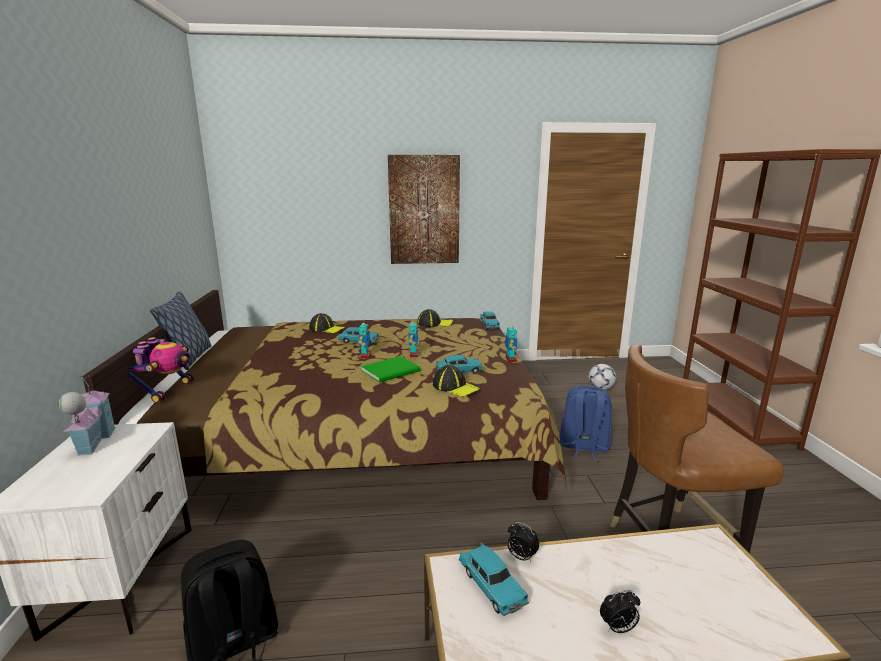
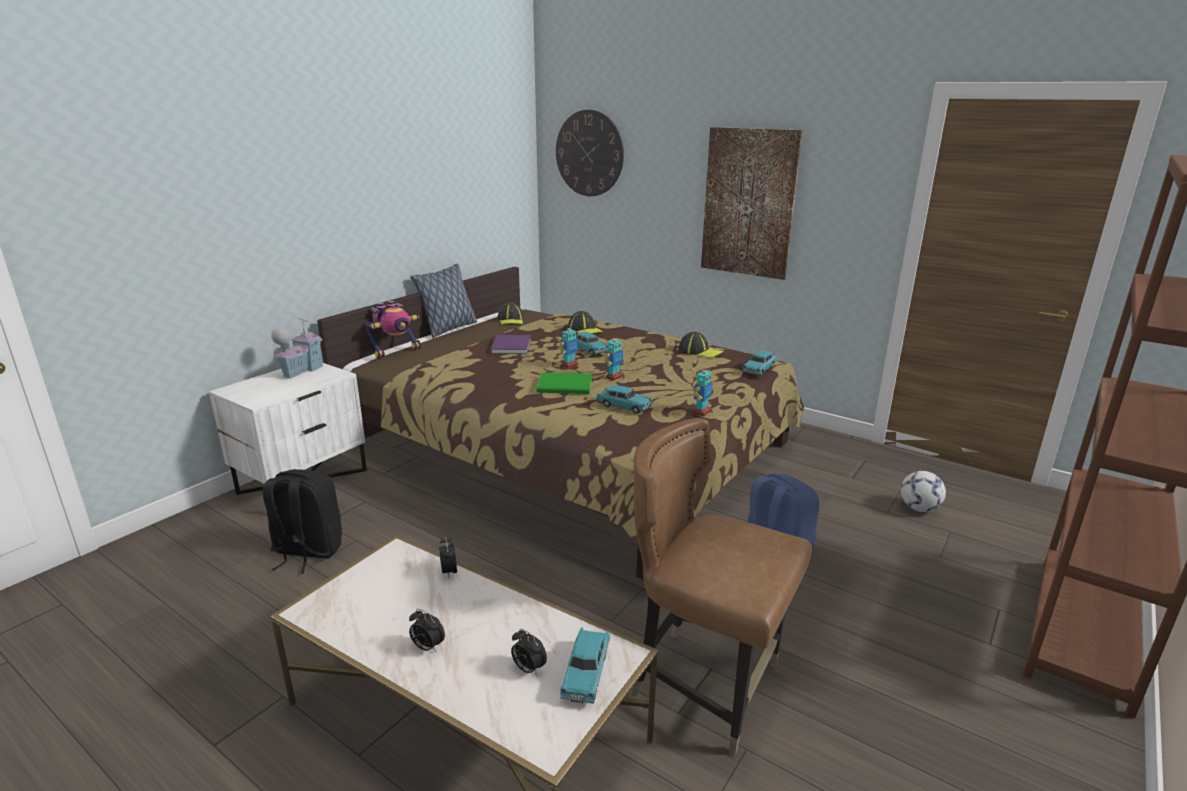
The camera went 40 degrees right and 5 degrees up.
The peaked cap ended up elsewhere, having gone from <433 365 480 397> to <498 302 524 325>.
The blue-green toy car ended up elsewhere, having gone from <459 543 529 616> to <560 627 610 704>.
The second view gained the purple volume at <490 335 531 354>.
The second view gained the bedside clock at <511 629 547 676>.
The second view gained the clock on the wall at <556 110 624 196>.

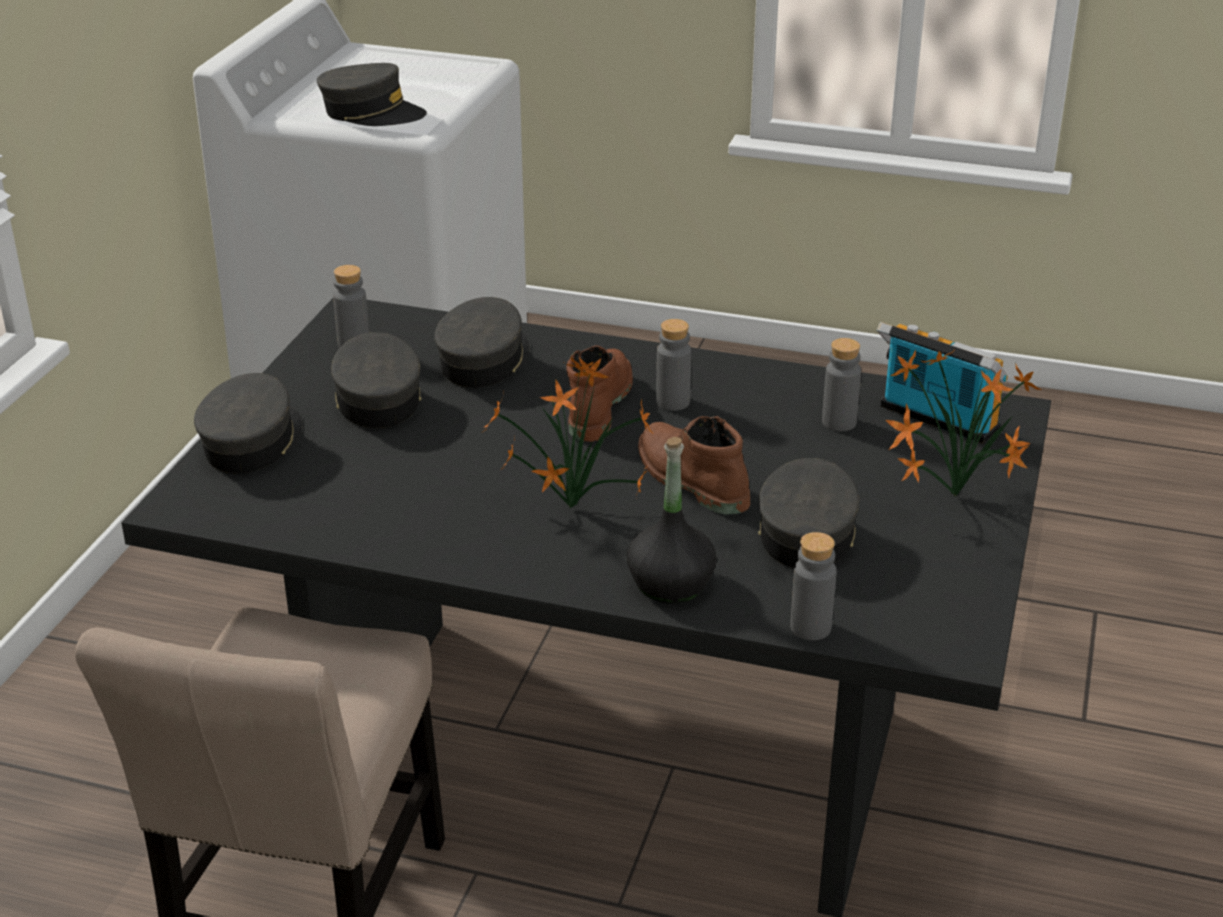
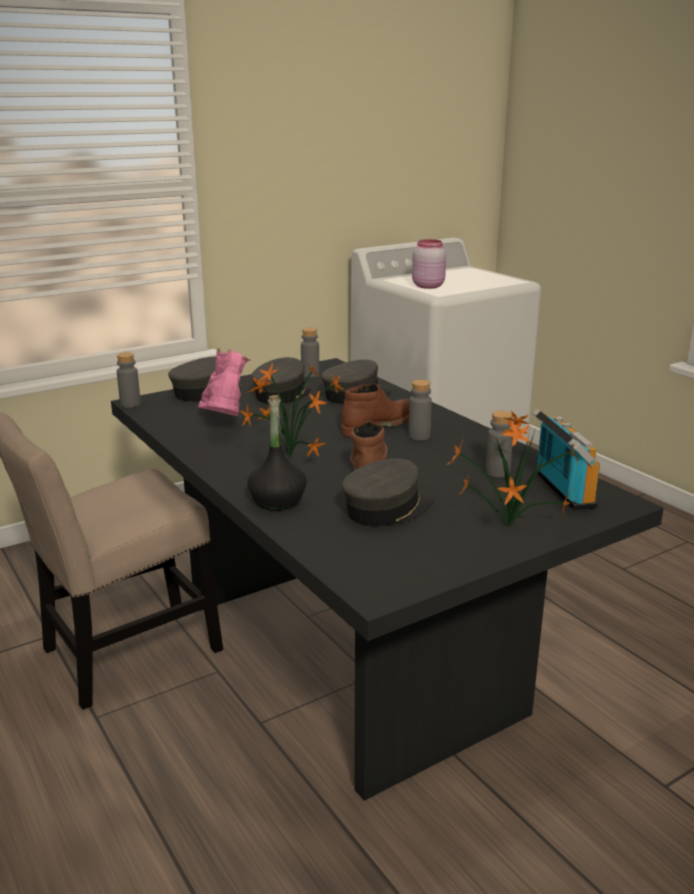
The camera went 40 degrees right and 10 degrees down.
Where the greyish peaked cap stood at <317 63 427 126>, the pinkish storage jar came to stand at <412 239 446 289>.
The greyish beverage bottle ended up elsewhere, having gone from <790 532 837 640> to <117 353 141 408>.
The second view gained the pinkish high-top boot at <198 348 250 416>.

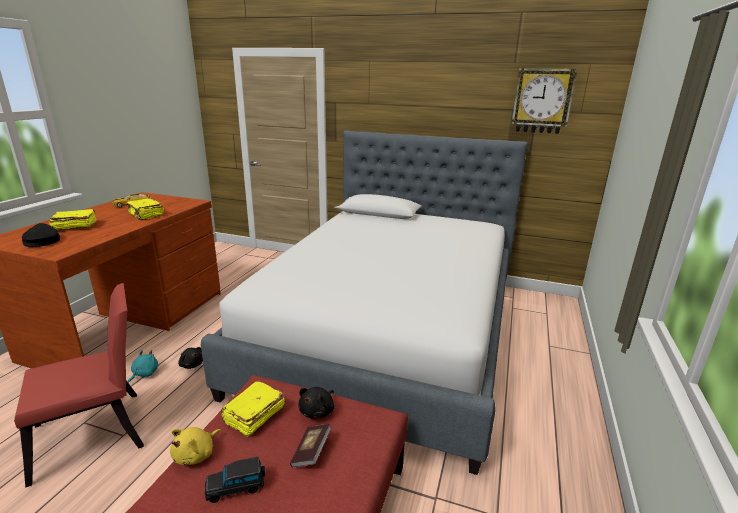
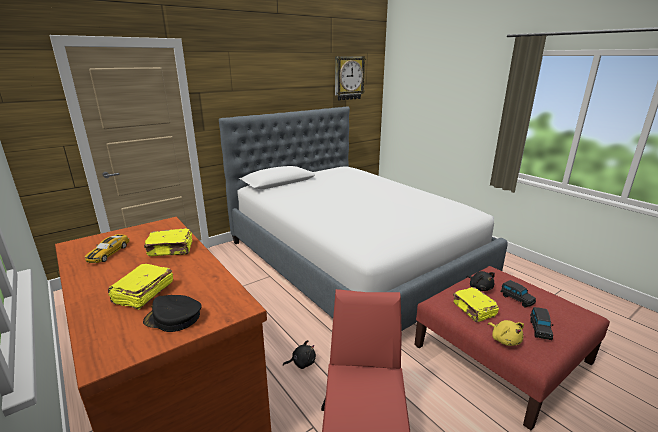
The camera went 55 degrees left and 0 degrees up.
The second view lost the blue-green plush toy at <127 350 158 383>.
Where the volume stood at <290 424 332 467>, the black toy car came to stand at <501 280 536 308>.

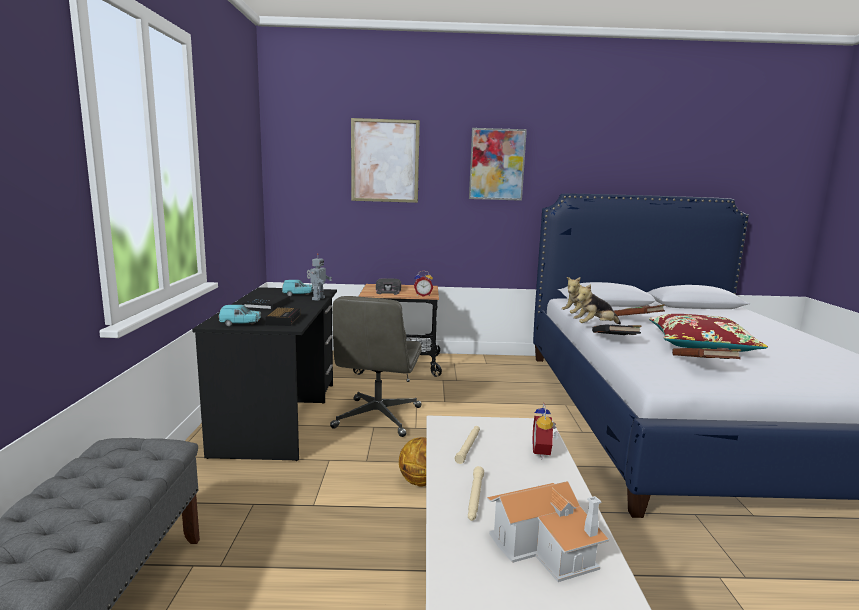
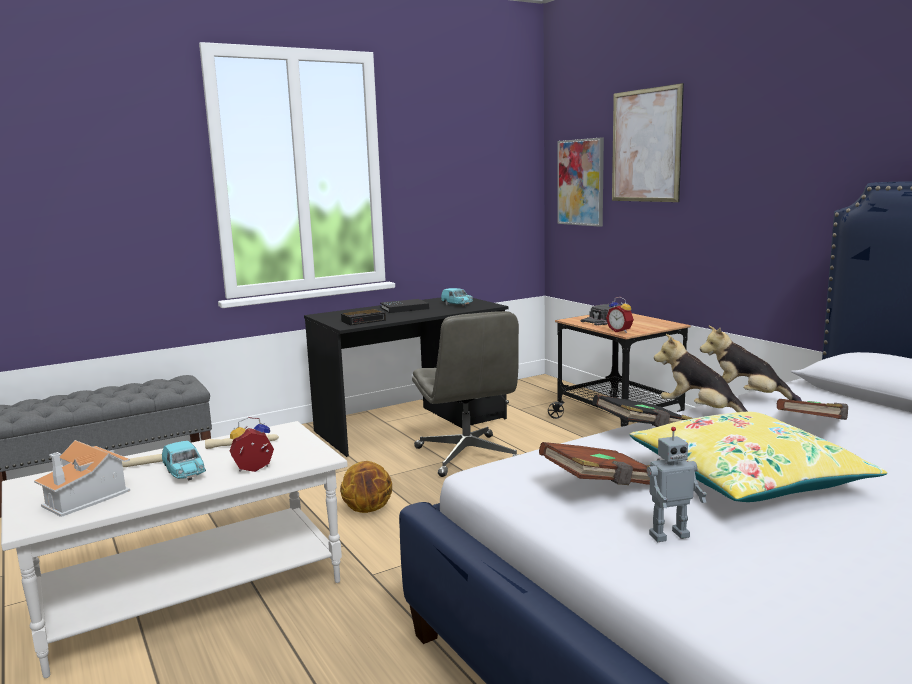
The camera went 60 degrees right and 0 degrees up.
The blue-green toy car ended up elsewhere, having gone from <218 305 261 326> to <162 441 206 480>.
The robot figure ended up elsewhere, having gone from <307 253 332 301> to <647 427 707 542>.
The greyish desk chair at <330 296 422 437> ended up facing another way, 90 degrees counterclockwise from before.
The wall picture ended up elsewhere, having gone from <469 128 527 201> to <557 137 604 227>.
What was the red throw pillow at <649 314 768 352> turned into the yellow-coloured throw pillow at <630 412 887 502>.

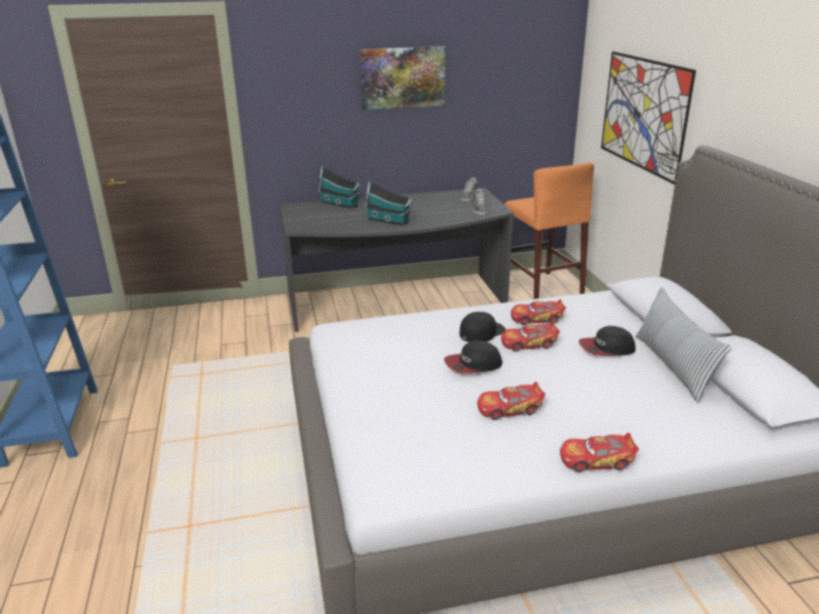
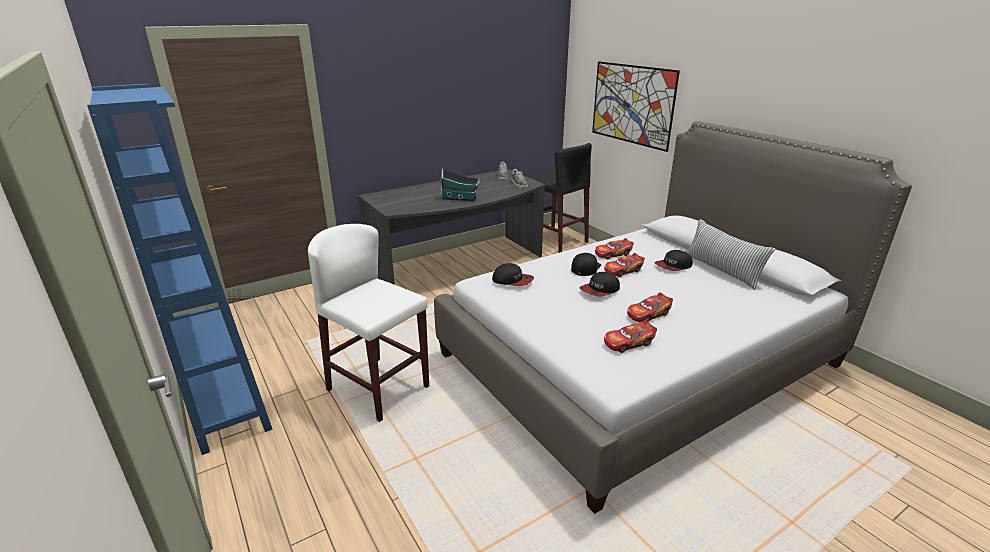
The camera went 20 degrees left and 0 degrees up.
The second view lost the model house at <318 167 360 209>.
The second view lost the wall picture at <360 46 446 110>.
What was the orangey sitting stool at <504 162 594 299> turned into the black sitting stool at <528 143 592 253>.
The toy car ended up elsewhere, having gone from <560 432 639 472> to <604 320 657 353>.
The second view gained the whitish sitting stool at <308 224 429 422>.
The second view gained the peaked cap at <492 263 534 286>.

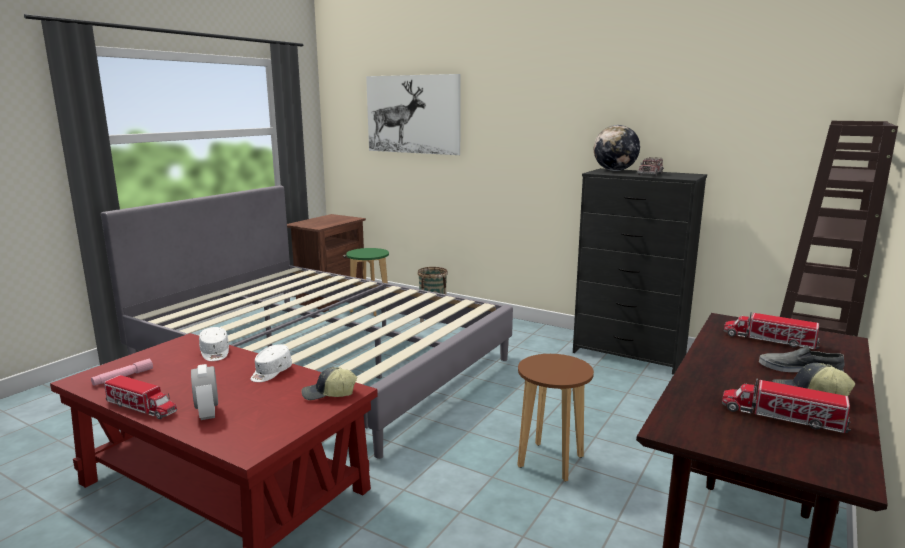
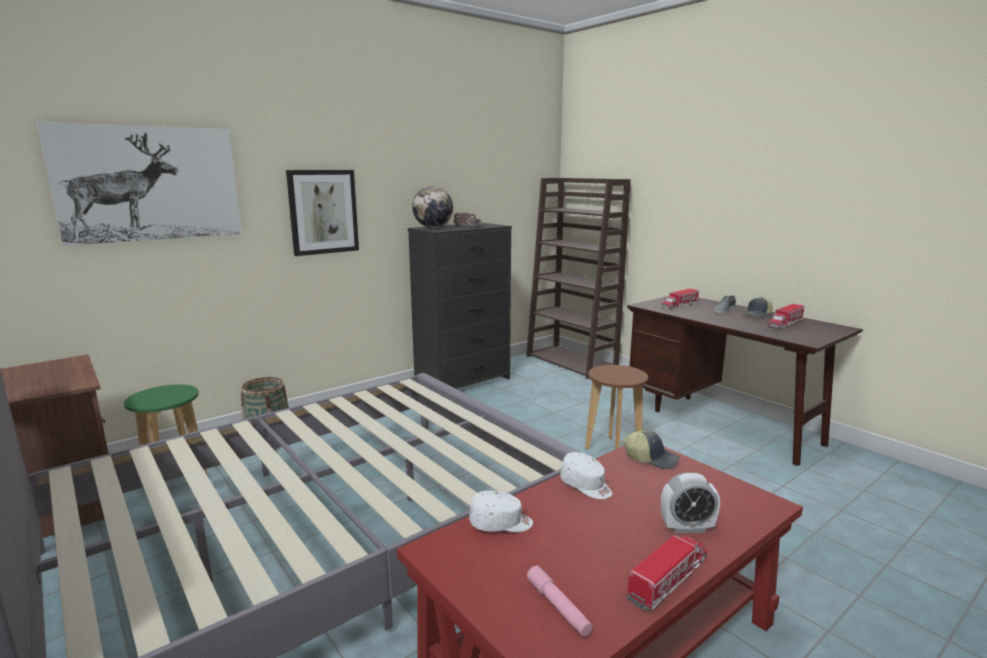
The camera went 70 degrees left and 0 degrees up.
The peaked cap at <302 367 357 400> ended up facing another way, 75 degrees counterclockwise from before.
The second view gained the wall picture at <286 170 359 256>.

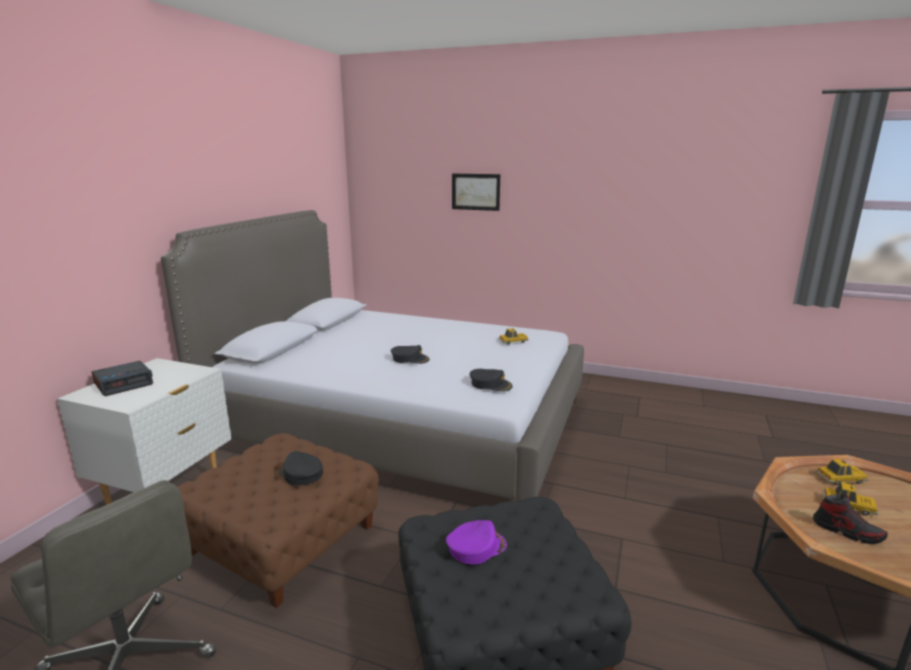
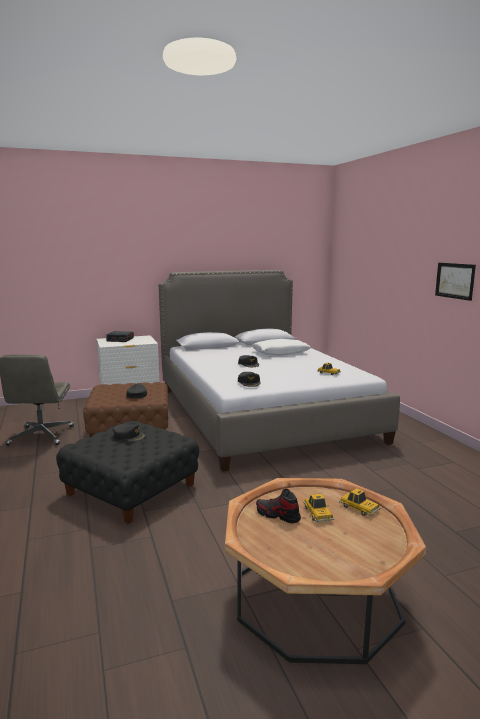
The camera went 50 degrees right and 5 degrees down.
What was the purple peaked cap at <446 520 507 564> turned into the black peaked cap at <112 424 146 441>.
The wall picture ended up elsewhere, having gone from <452 174 500 211> to <435 263 476 301>.
The item of footwear at <813 494 888 544> ended up facing another way, 120 degrees clockwise from before.
The second view gained the whitish throw pillow at <252 339 311 356>.

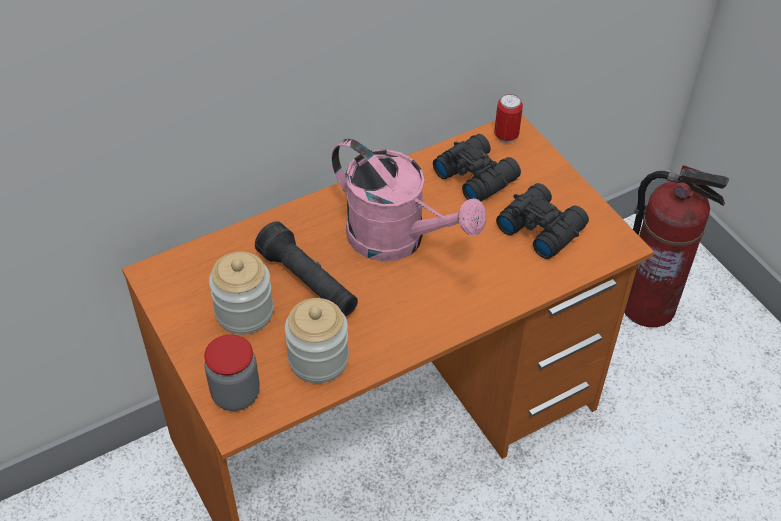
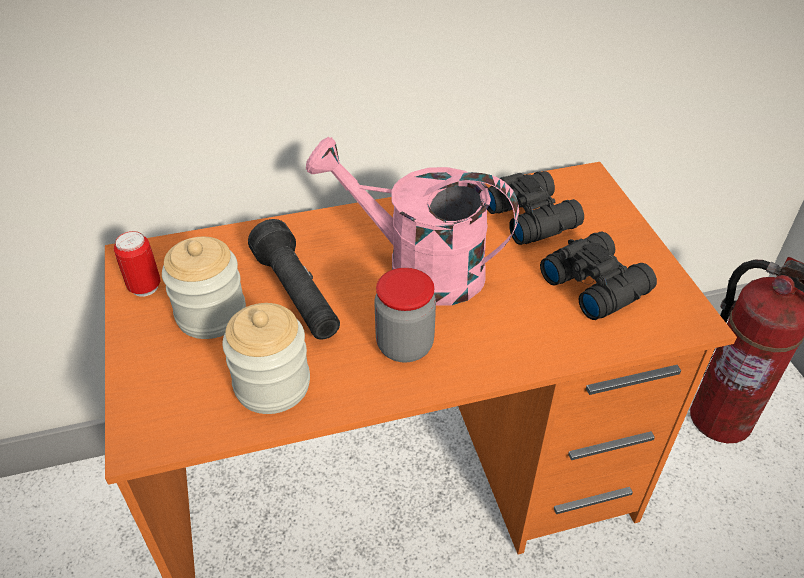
The camera went 15 degrees right and 5 degrees down.
The storage jar ended up elsewhere, having gone from <204 334 260 411> to <374 268 436 363>.
The pinkish watering can at <332 139 487 262> ended up facing another way, 150 degrees clockwise from before.
The metal can ended up elsewhere, having gone from <494 94 523 143> to <114 231 160 297>.

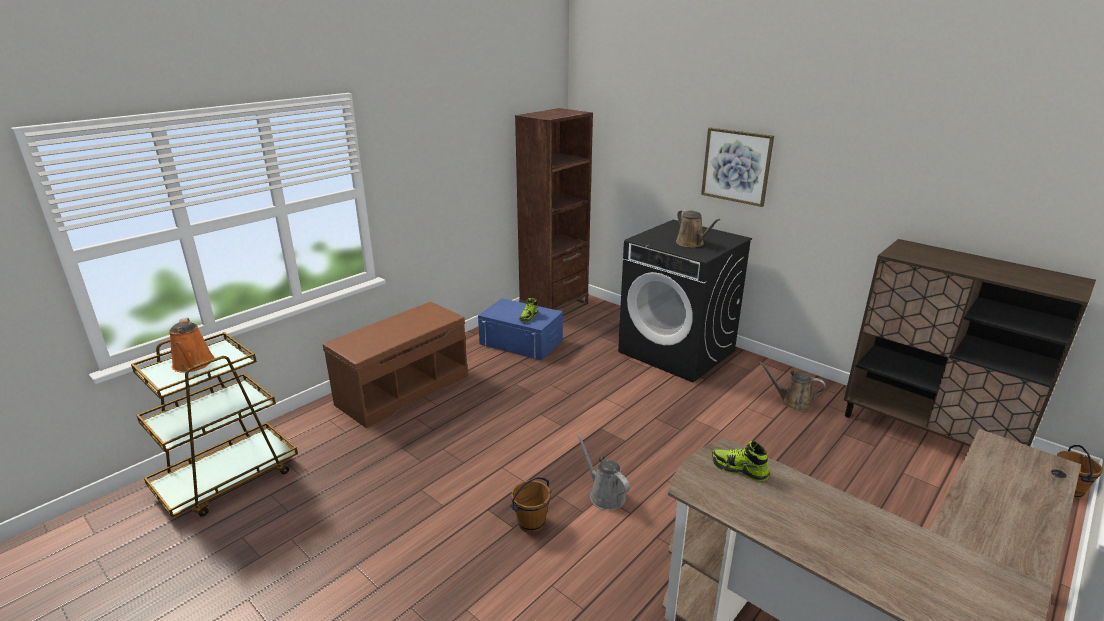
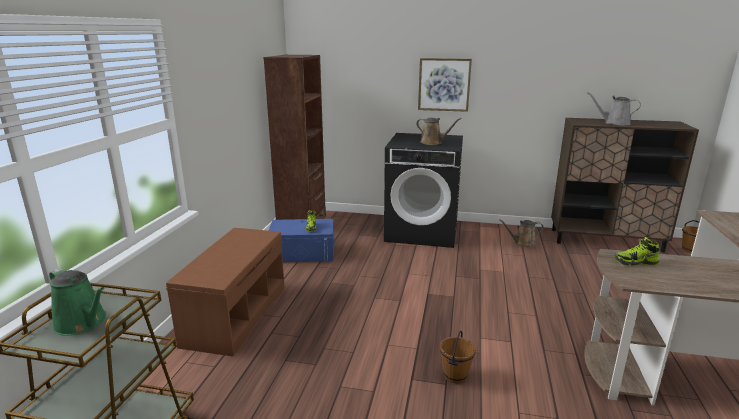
The camera went 30 degrees left and 5 degrees down.
What was the orangey watering can at <169 318 214 372> turned into the green-coloured watering can at <49 268 106 336>.
The greyish watering can ended up elsewhere, having gone from <577 434 630 510> to <587 92 641 125>.

